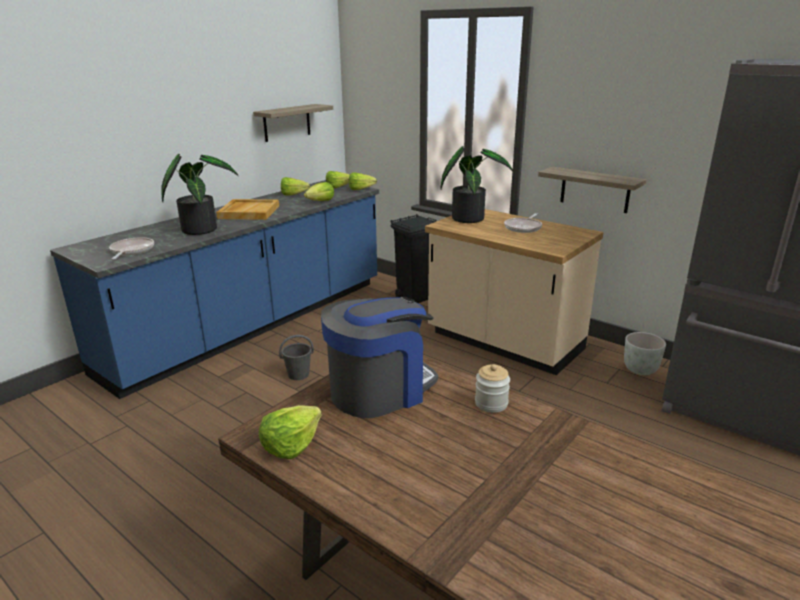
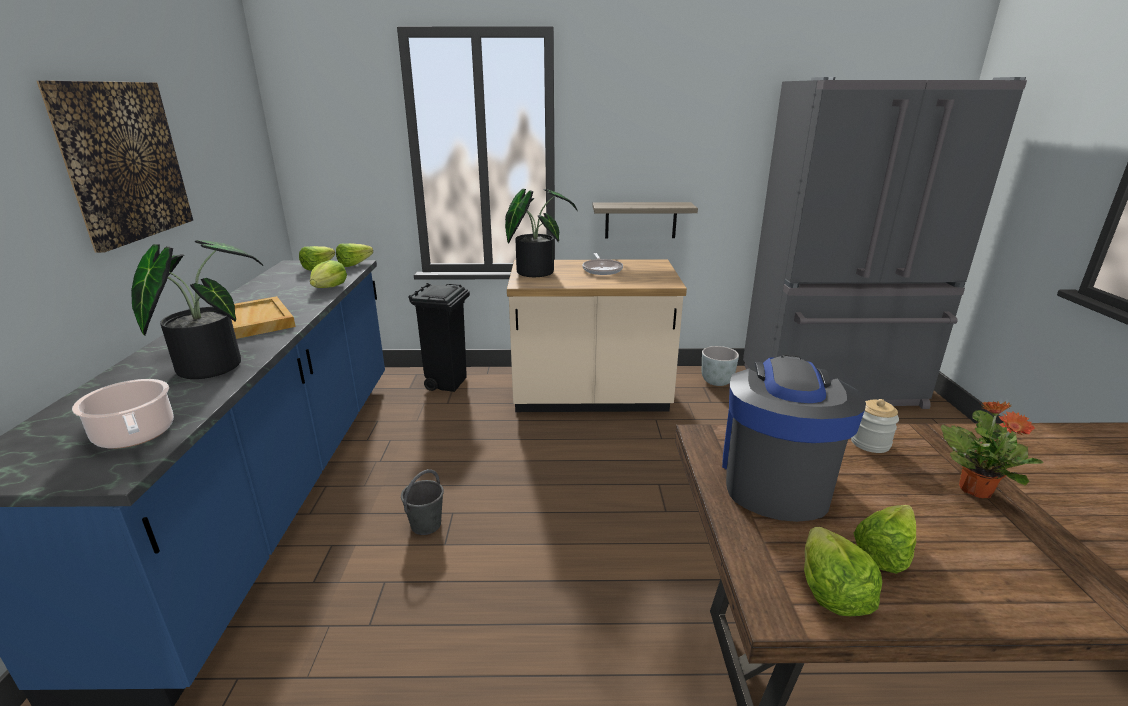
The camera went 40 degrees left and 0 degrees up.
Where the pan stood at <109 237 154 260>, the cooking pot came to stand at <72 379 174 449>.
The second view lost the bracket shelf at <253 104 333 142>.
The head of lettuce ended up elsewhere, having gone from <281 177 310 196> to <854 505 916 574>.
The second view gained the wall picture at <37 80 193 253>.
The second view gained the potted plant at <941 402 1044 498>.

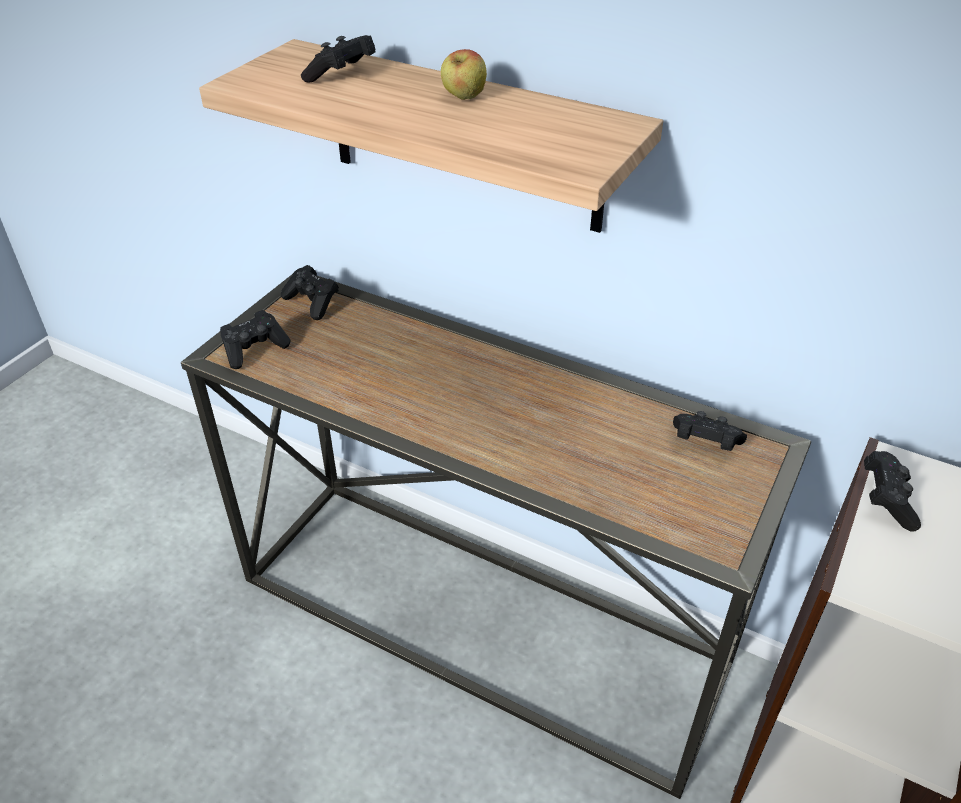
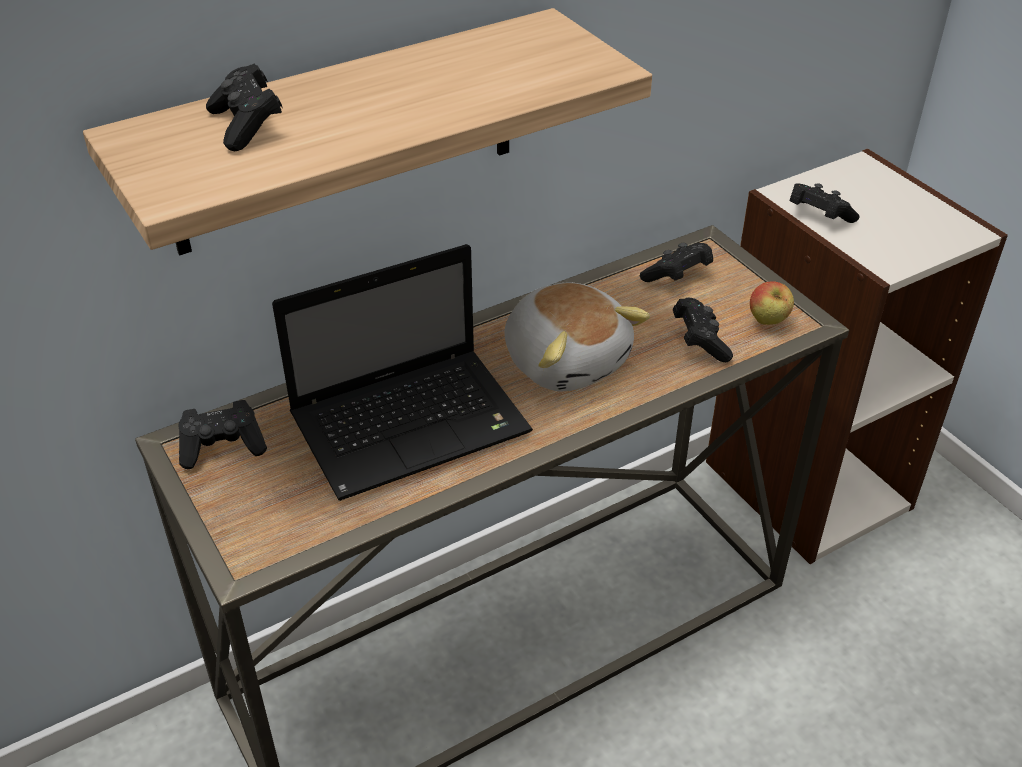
The camera went 60 degrees left and 0 degrees up.
The black game controller ended up elsewhere, having gone from <220 310 290 369> to <673 298 733 362>.
The apple ended up elsewhere, having gone from <441 49 487 100> to <750 281 794 325>.
The second view gained the notebook computer at <272 244 533 501>.
The second view gained the plush toy at <504 283 650 391>.

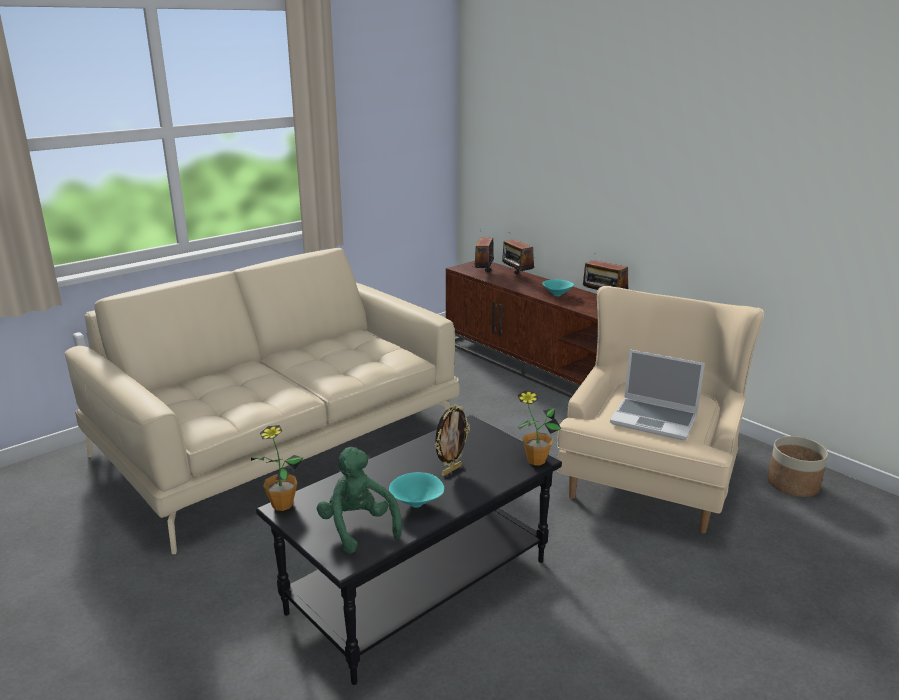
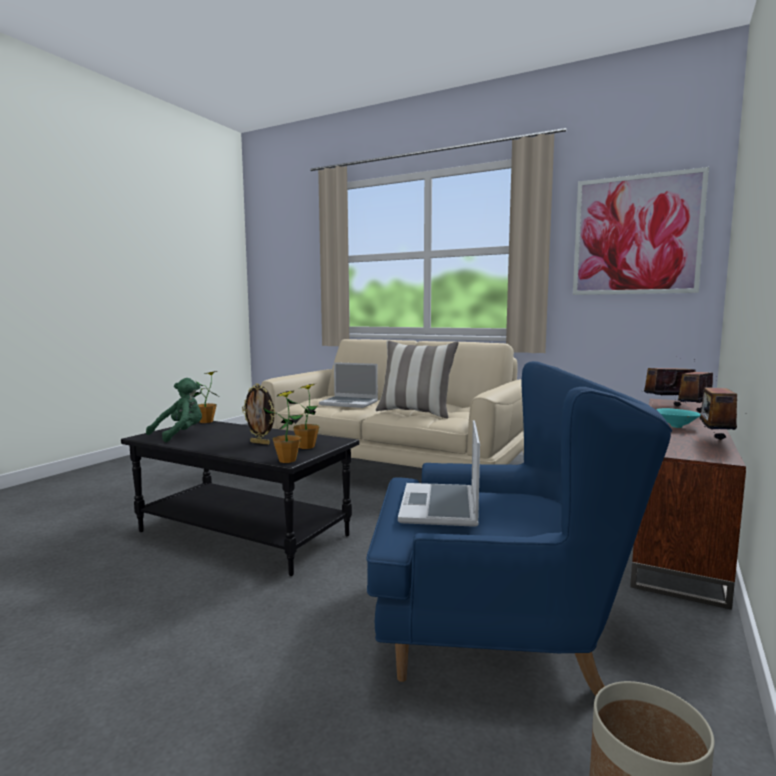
The camera went 70 degrees right and 15 degrees down.
The second view lost the blue-green bowl at <389 472 444 508>.
What was the beige lounge chair at <557 286 764 533> turned into the bluish lounge chair at <366 361 672 696>.
The second view gained the potted plant at <286 384 320 449>.
The second view gained the notebook computer at <319 362 378 408>.
The second view gained the throw pillow at <375 340 459 418>.
The second view gained the wall picture at <573 167 709 295>.

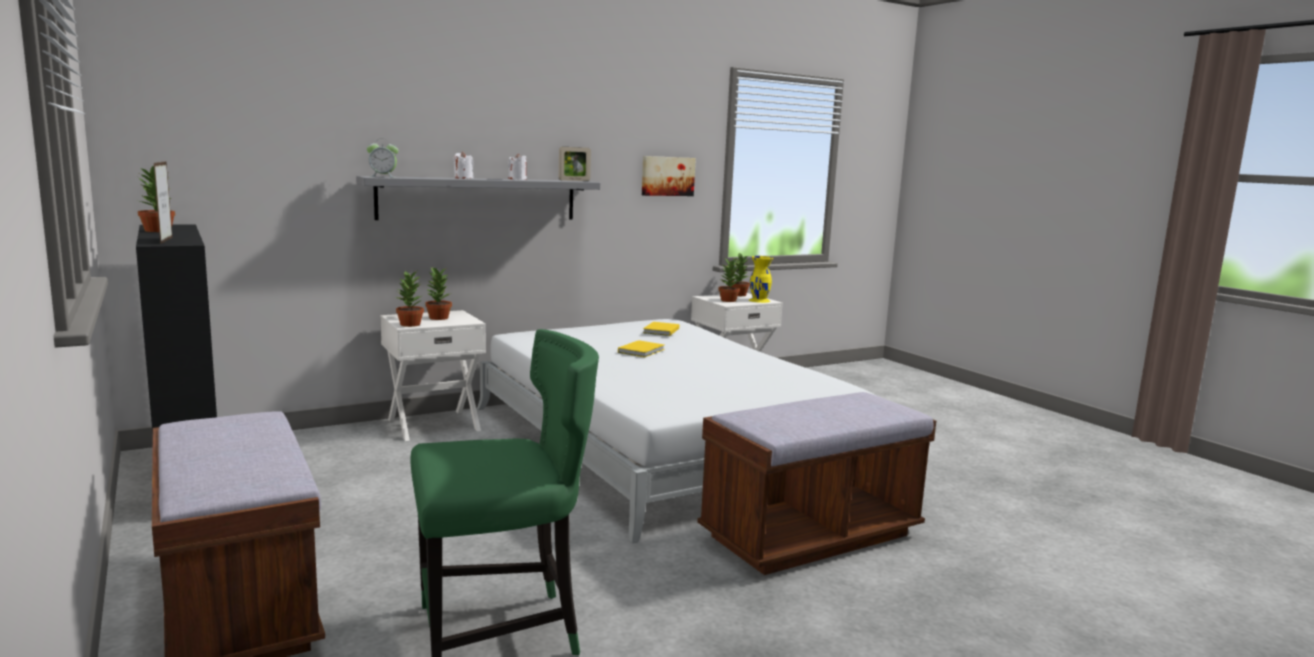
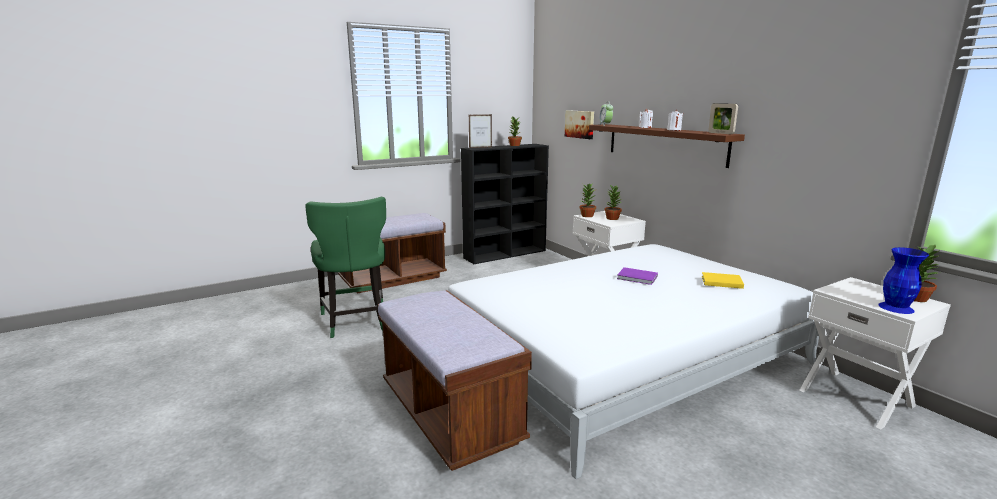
The camera went 90 degrees right and 5 degrees up.
What was the greyish bracket shelf at <356 176 600 220> turned into the brownish bracket shelf at <589 124 745 168>.
What was the yellow-coloured volume at <618 340 664 357> turned into the purple volume at <617 267 658 285>.
The wall picture ended up elsewhere, having gone from <642 156 696 196> to <565 110 594 139>.
The second view lost the potted plant at <719 257 740 302>.
What was the yellow-coloured vase at <749 256 773 303> turned into the bluish vase at <878 247 929 314>.

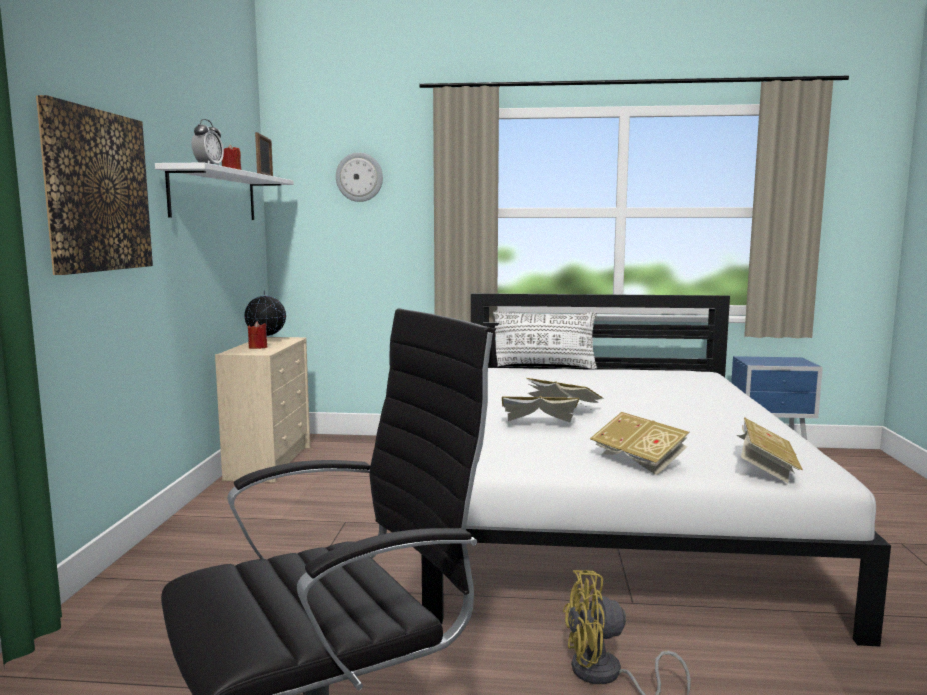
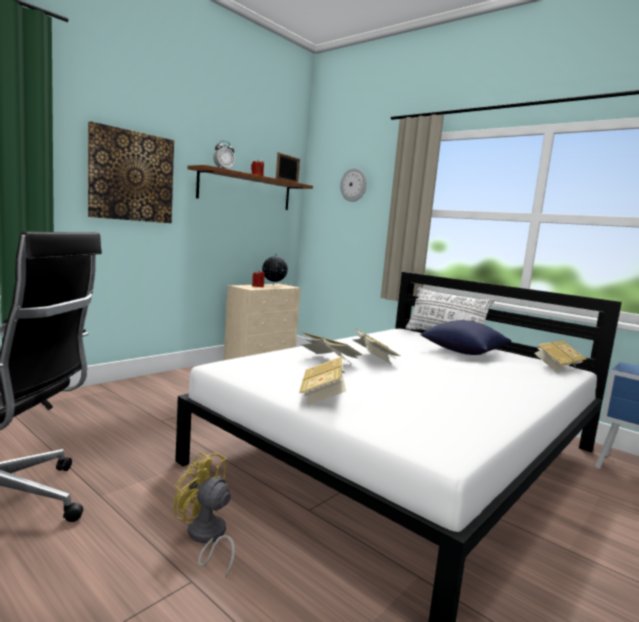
The camera went 35 degrees right and 0 degrees up.
What was the whitish bracket shelf at <155 163 294 220> turned into the brownish bracket shelf at <187 165 313 210>.
The volume ended up elsewhere, having gone from <736 417 803 483> to <534 340 587 372>.
The second view gained the bluish throw pillow at <420 320 511 355>.

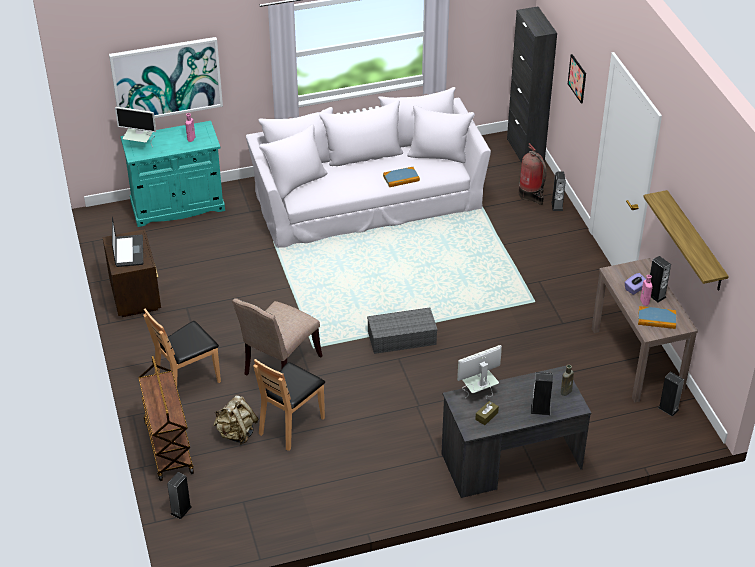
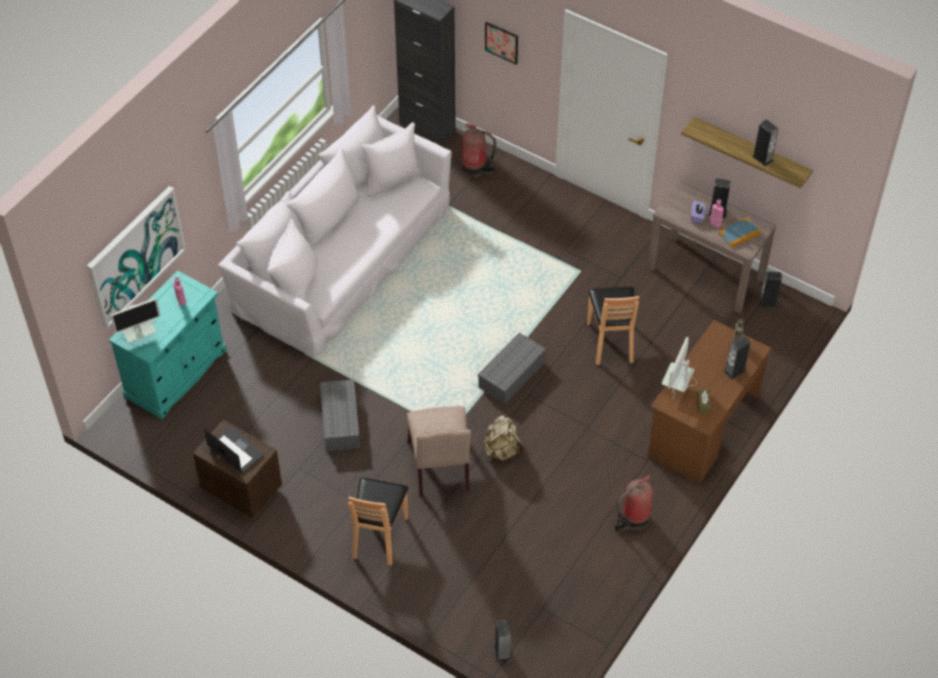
The camera went 40 degrees left and 10 degrees up.
The second view lost the brownish cart at <138 355 194 481>.
The beige knapsack ended up elsewhere, having gone from <213 395 258 445> to <483 415 523 461>.
The brownish chair ended up elsewhere, having gone from <253 359 325 451> to <587 287 639 365>.
The second view lost the volume at <383 167 420 187>.
What was the greyish desk at <441 366 591 498> turned into the brownish desk at <647 320 772 484>.
The speaker ended up elsewhere, having gone from <551 171 566 211> to <752 119 779 166>.
The second view gained the greyish storage box at <320 379 360 451>.
The second view gained the fire-fighting cylinder at <615 475 653 532>.

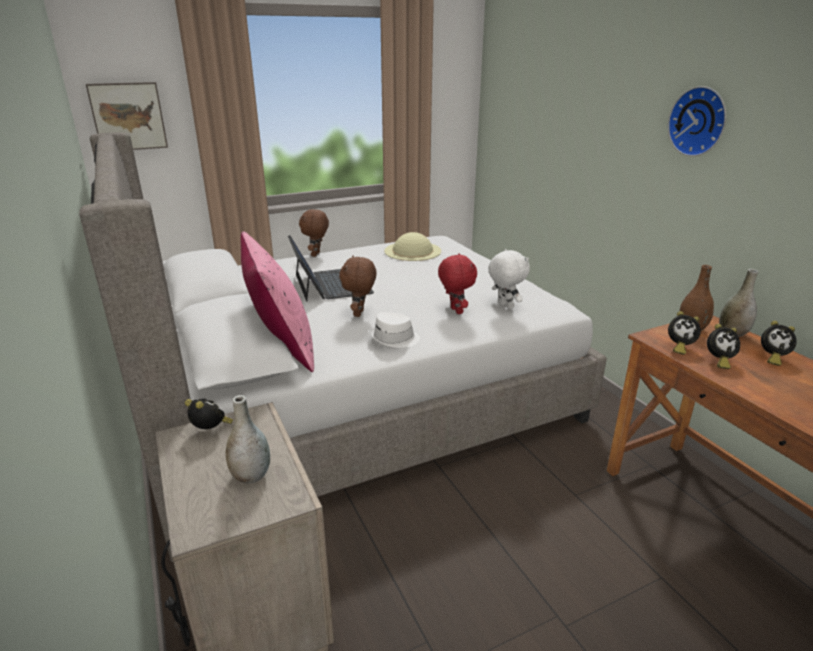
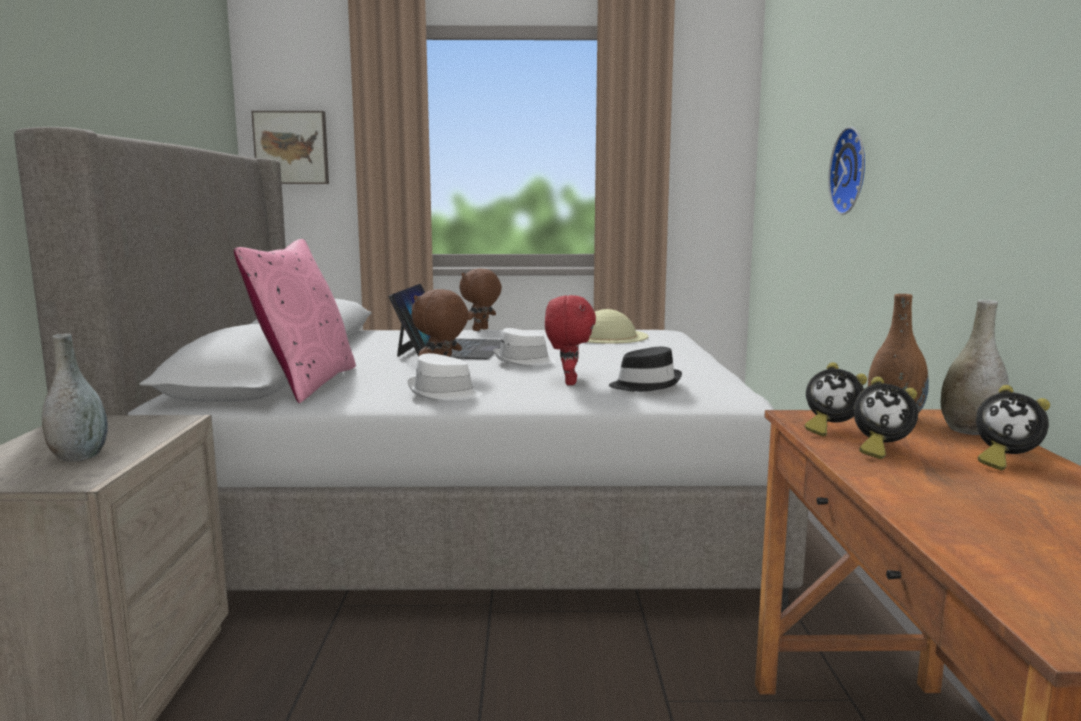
The camera went 25 degrees right and 15 degrees down.
The second view lost the bedside clock at <185 398 233 429>.
Where the whitish plush toy stood at <488 249 530 309>, the black clothing hat came to stand at <609 347 682 392>.
The clock on the wall ended up elsewhere, having gone from <668 86 726 157> to <828 127 865 215>.
The second view gained the whitish clothing hat at <493 328 556 366>.

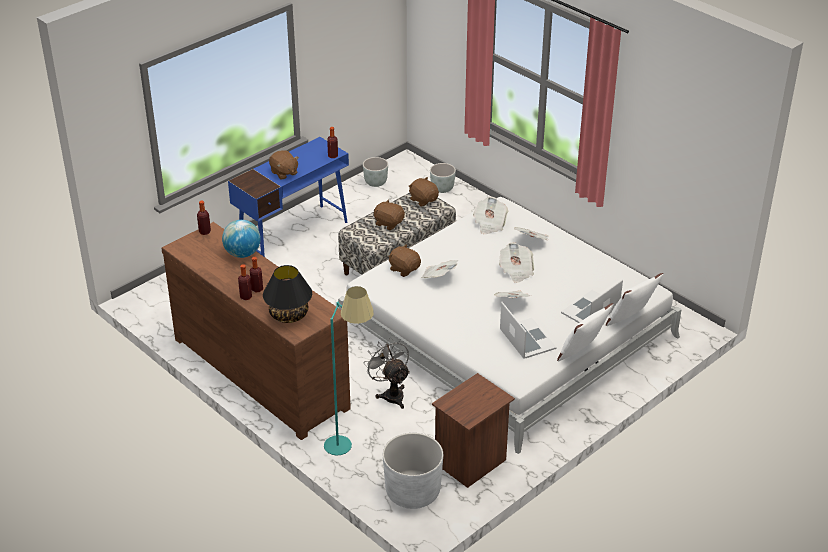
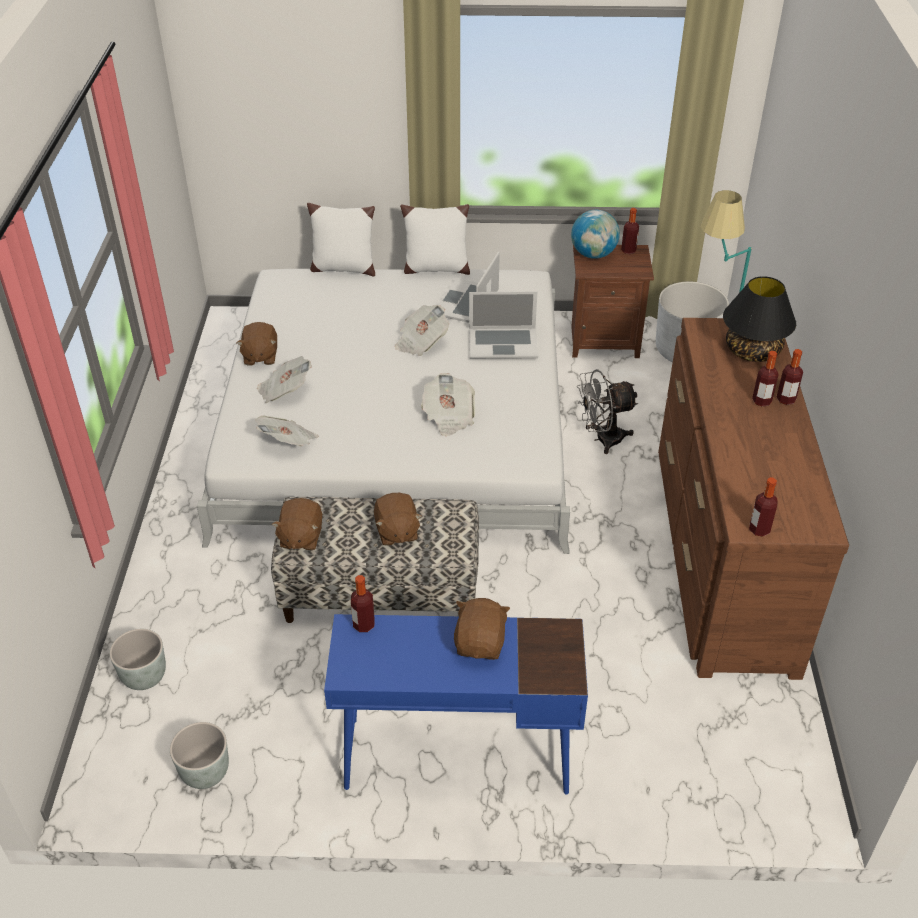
The camera went 135 degrees left and 5 degrees up.
The world globe ended up elsewhere, having gone from <222 220 261 258> to <571 210 620 259>.
The greyish fan at <364 338 410 409> ended up facing another way, 60 degrees clockwise from before.
The brownish plush toy ended up elsewhere, having gone from <388 244 421 277> to <237 322 277 366>.
The second view lost the printed paper at <499 242 534 283>.
The notebook computer ended up elsewhere, having gone from <561 279 623 323> to <469 292 538 359>.
The second view gained the beverage bottle at <621 208 639 254>.

